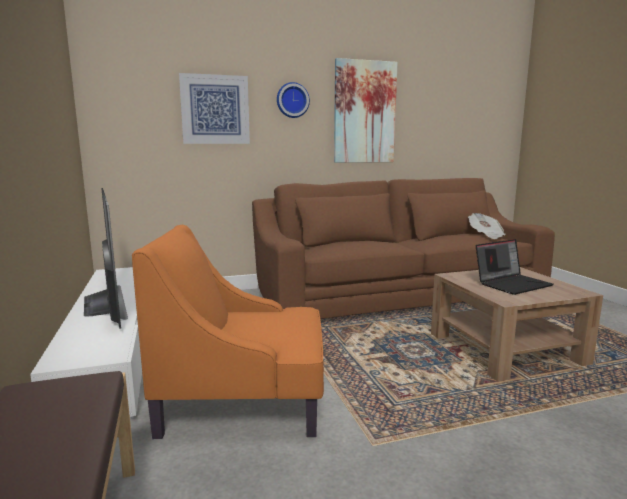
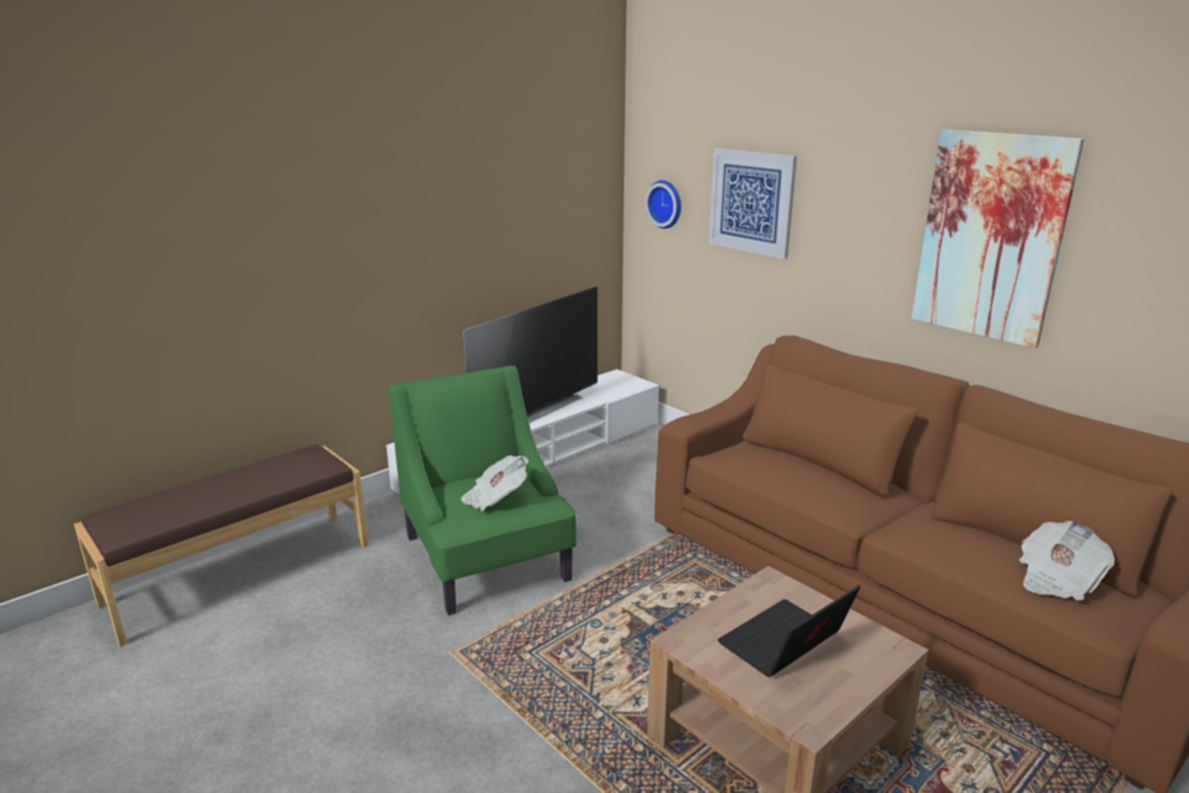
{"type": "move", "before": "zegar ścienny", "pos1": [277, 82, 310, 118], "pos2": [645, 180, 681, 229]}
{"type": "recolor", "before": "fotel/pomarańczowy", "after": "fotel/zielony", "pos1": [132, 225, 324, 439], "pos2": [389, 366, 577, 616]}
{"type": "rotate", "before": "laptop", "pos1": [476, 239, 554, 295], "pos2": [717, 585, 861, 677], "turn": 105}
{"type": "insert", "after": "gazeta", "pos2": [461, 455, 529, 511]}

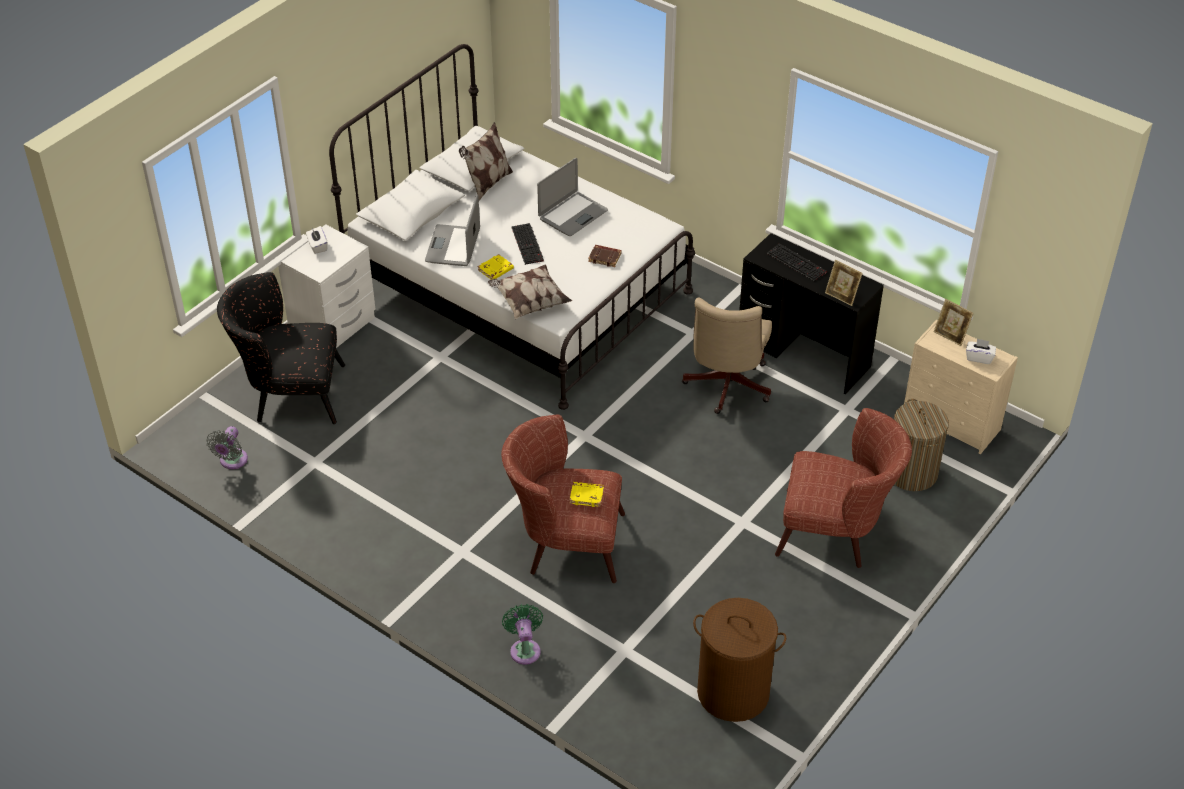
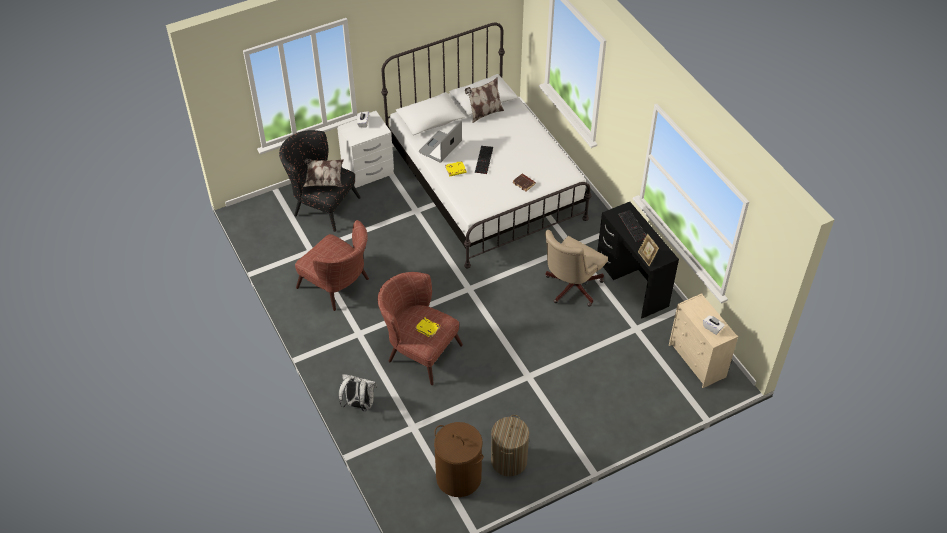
{"type": "delete", "before": "laptop", "pos1": [537, 158, 608, 236]}
{"type": "move", "before": "poduszka", "pos1": [488, 265, 572, 319], "pos2": [303, 159, 344, 187]}
{"type": "delete", "before": "ramka na zdjęcie", "pos1": [934, 299, 974, 346]}
{"type": "move", "before": "kosz na pranie", "pos1": [894, 399, 949, 491], "pos2": [491, 415, 529, 476]}
{"type": "move", "before": "fotel/brązowy", "pos1": [775, 408, 912, 568], "pos2": [295, 220, 369, 311]}
{"type": "delete", "before": "wentylator/szary", "pos1": [206, 426, 248, 469]}
{"type": "replace", "before": "wentylator/zielony", "after": "plecak/biały", "pos1": [502, 604, 543, 665], "pos2": [339, 374, 377, 411]}

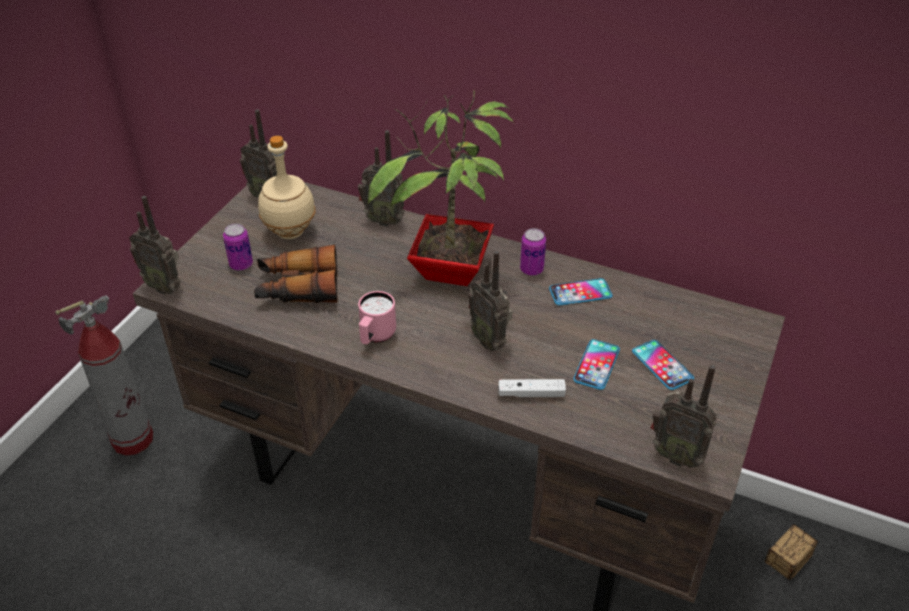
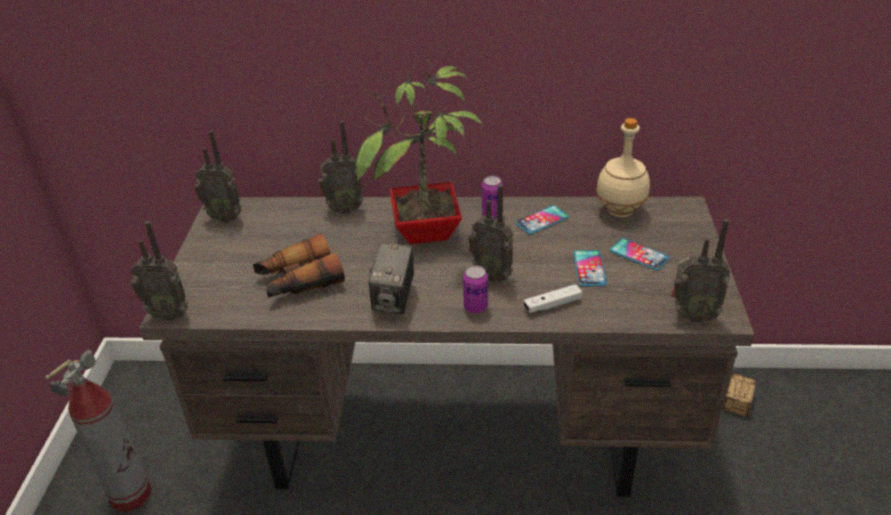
{"type": "move", "before": "butelka/beżowy", "pos1": [258, 136, 316, 239], "pos2": [596, 118, 650, 217]}
{"type": "move", "before": "puszka", "pos1": [223, 223, 253, 271], "pos2": [463, 265, 488, 314]}
{"type": "replace", "before": "kubek/różowy", "after": "aparat fotograficzny", "pos1": [358, 291, 396, 344], "pos2": [368, 242, 414, 314]}

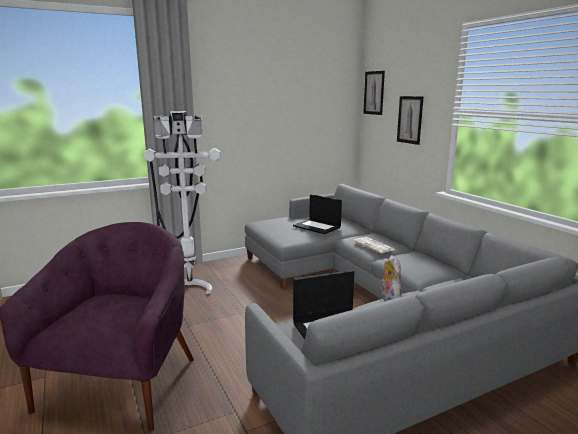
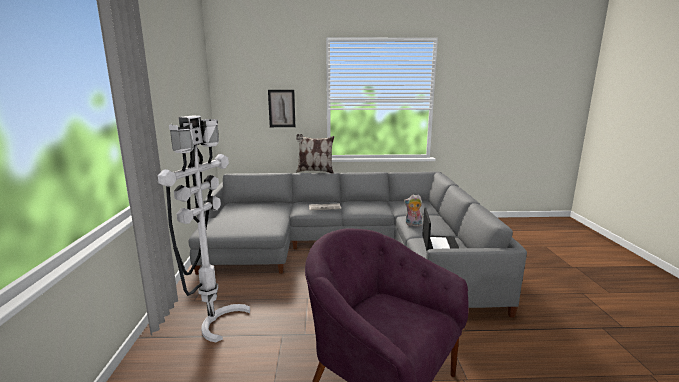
{"type": "delete", "before": "obraz", "pos1": [363, 71, 385, 115]}
{"type": "delete", "before": "laptop", "pos1": [293, 194, 342, 234]}
{"type": "insert", "after": "poduszka", "pos2": [296, 134, 334, 174]}

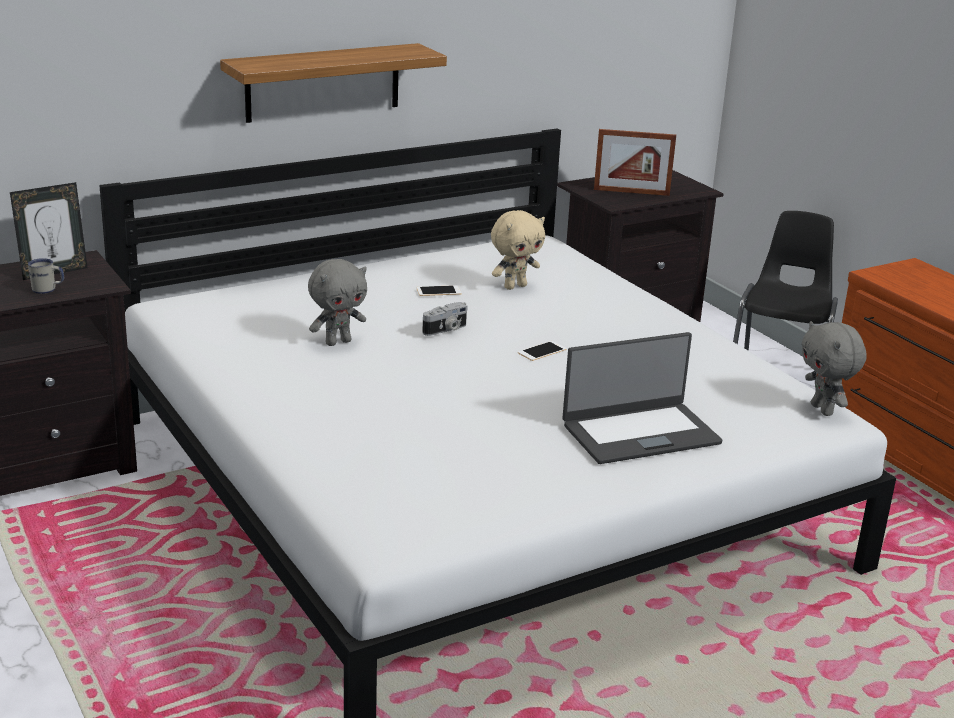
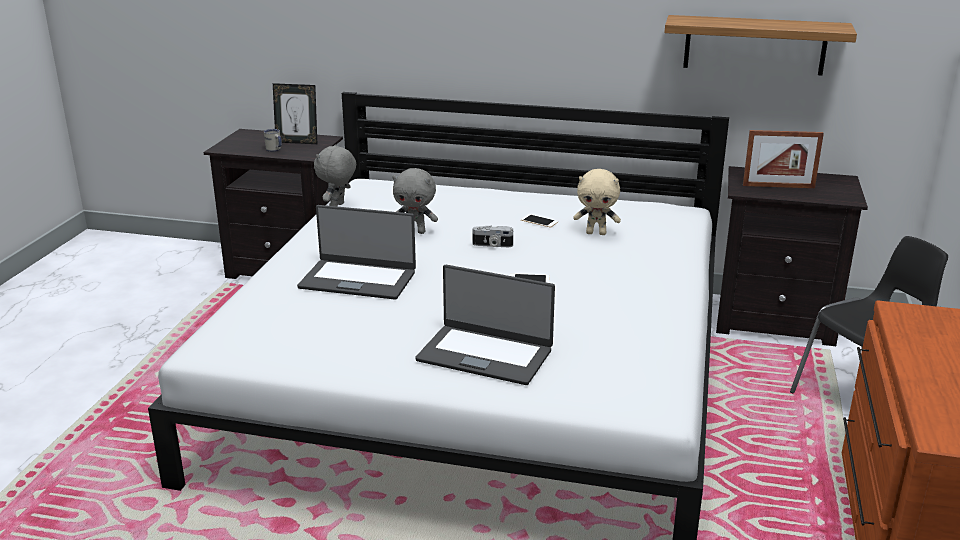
{"type": "move", "before": "półka", "pos1": [220, 43, 447, 123], "pos2": [664, 15, 857, 76]}
{"type": "rotate", "before": "ramka na zdjęcie", "pos1": [594, 129, 676, 196], "pos2": [743, 130, 824, 188], "turn": -45}
{"type": "move", "before": "pluszak/szary", "pos1": [801, 321, 867, 416], "pos2": [314, 144, 356, 207]}
{"type": "insert", "after": "laptop", "pos2": [297, 205, 416, 299]}

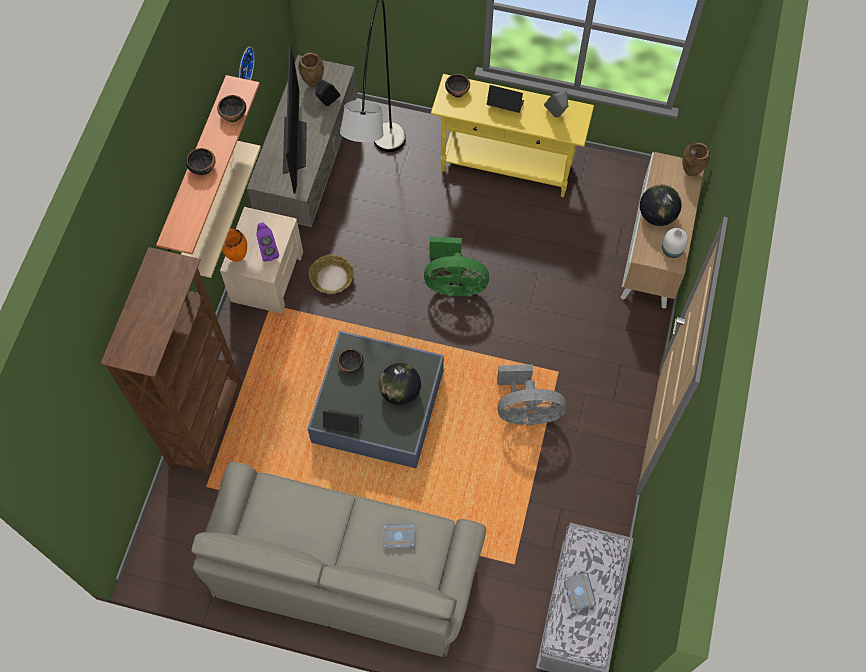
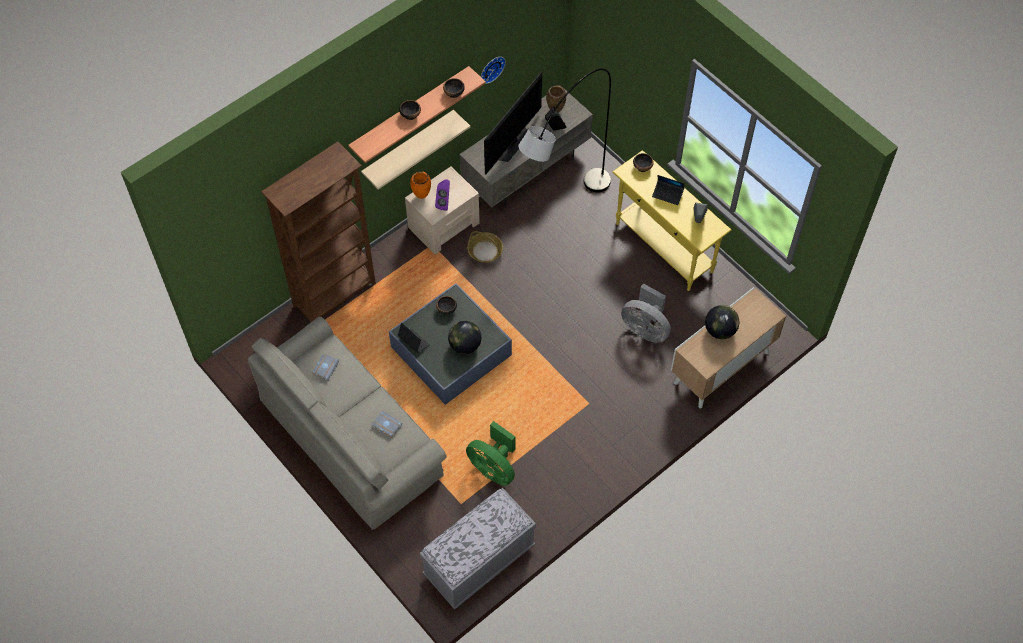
{"type": "rotate", "before": "laptop", "pos1": [487, 85, 524, 113], "pos2": [652, 175, 684, 205], "turn": 150}
{"type": "delete", "before": "wazon/brązowy", "pos1": [682, 142, 710, 176]}
{"type": "delete", "before": "wazon/biały", "pos1": [662, 228, 688, 258]}
{"type": "move", "before": "wentylator/zielony", "pos1": [424, 236, 489, 296], "pos2": [466, 421, 515, 486]}
{"type": "move", "before": "wentylator/szary", "pos1": [497, 365, 567, 426], "pos2": [621, 284, 671, 343]}
{"type": "move", "before": "książka/szary", "pos1": [564, 573, 596, 610], "pos2": [312, 354, 339, 381]}

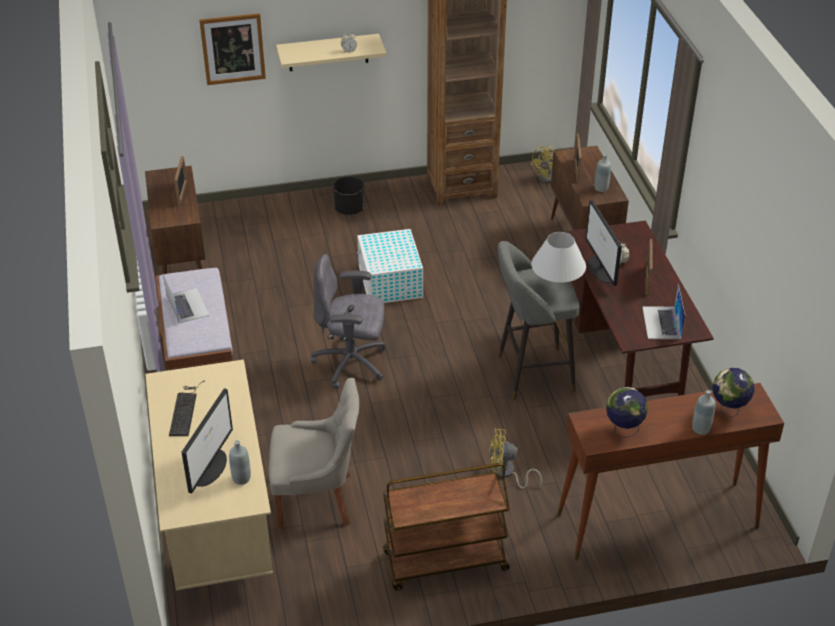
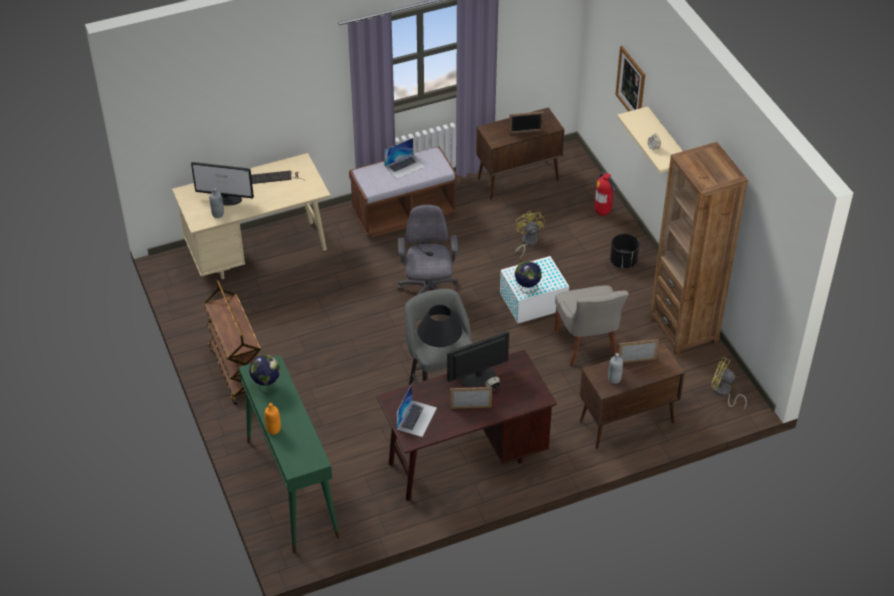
{"type": "recolor", "before": "lampa stołowa/biały", "after": "lampa stołowa/czarny", "pos1": [531, 232, 586, 288], "pos2": [417, 305, 462, 347]}
{"type": "rotate", "before": "laptop", "pos1": [642, 284, 685, 339], "pos2": [396, 384, 437, 437], "turn": 120}
{"type": "move", "before": "globus", "pos1": [712, 368, 755, 417], "pos2": [515, 261, 542, 294]}
{"type": "move", "before": "krzesło/szary", "pos1": [269, 378, 359, 530], "pos2": [555, 285, 629, 367]}
{"type": "recolor", "before": "stolik konsolowy/brązowy", "after": "stolik konsolowy/zielony", "pos1": [557, 383, 784, 561], "pos2": [239, 355, 340, 553]}
{"type": "recolor", "before": "butelka/szary", "after": "butelka/pomarańczowy", "pos1": [692, 390, 716, 435], "pos2": [265, 403, 281, 435]}
{"type": "move", "before": "wentylator/żółty", "pos1": [489, 429, 542, 489], "pos2": [515, 210, 545, 260]}
{"type": "insert", "after": "gaśnica", "pos2": [594, 172, 617, 216]}

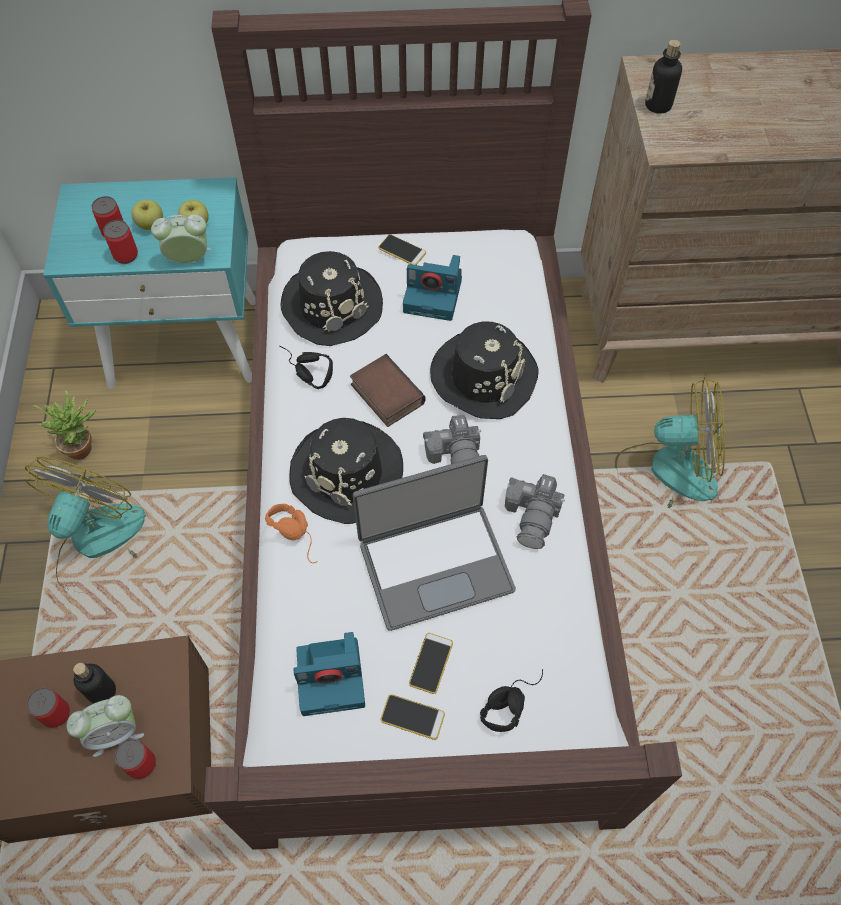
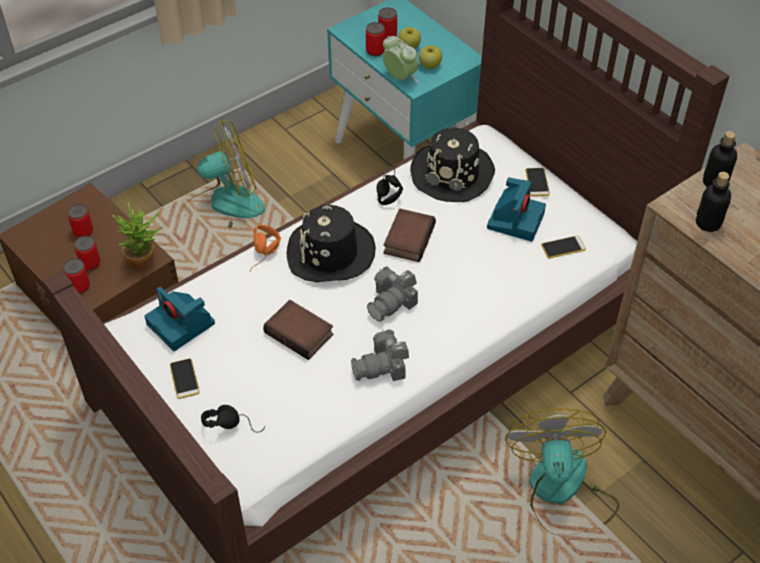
{"type": "rotate", "before": "aparat fotograficzny", "pos1": [403, 255, 462, 321], "pos2": [487, 177, 546, 242], "turn": -135}
{"type": "delete", "before": "kapelusz/czarny", "pos1": [430, 321, 539, 419]}
{"type": "rotate", "before": "wentylator", "pos1": [615, 377, 725, 508], "pos2": [505, 409, 620, 535], "turn": -150}
{"type": "move", "before": "roślina doniczkowa", "pos1": [34, 390, 96, 460], "pos2": [112, 202, 163, 269]}
{"type": "replace", "before": "laptop", "after": "książka", "pos1": [353, 455, 516, 631], "pos2": [263, 300, 333, 360]}
{"type": "move", "before": "telefon", "pos1": [409, 633, 453, 694], "pos2": [541, 236, 586, 258]}
{"type": "move", "before": "butelka", "pos1": [73, 663, 116, 704], "pos2": [696, 172, 731, 232]}
{"type": "replace", "before": "budzik", "after": "puszka", "pos1": [67, 695, 144, 757], "pos2": [74, 236, 100, 271]}

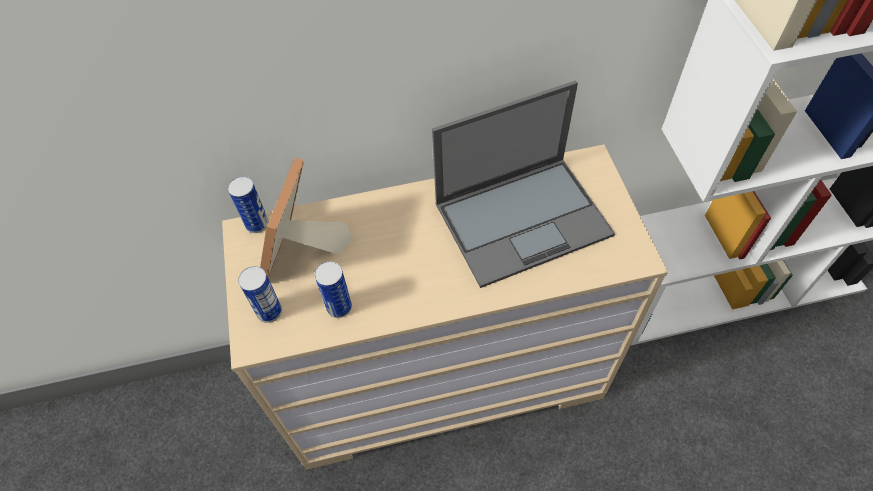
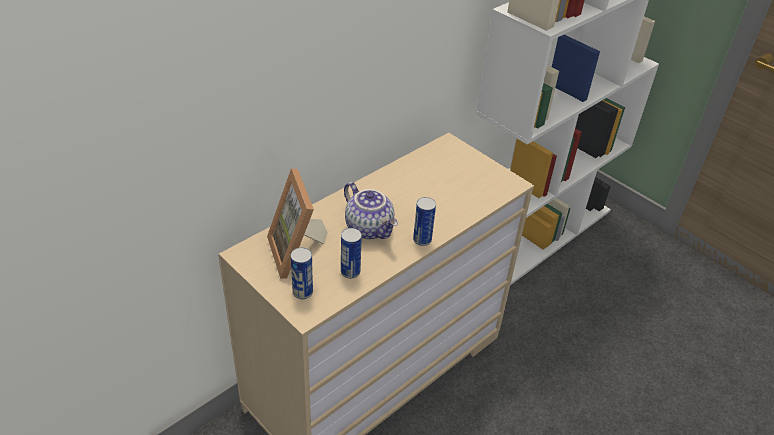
{"type": "delete", "before": "laptop", "pos1": [432, 80, 615, 288]}
{"type": "move", "before": "puszka", "pos1": [228, 176, 269, 233], "pos2": [413, 197, 436, 246]}
{"type": "insert", "after": "imbryk", "pos2": [344, 182, 398, 239]}

